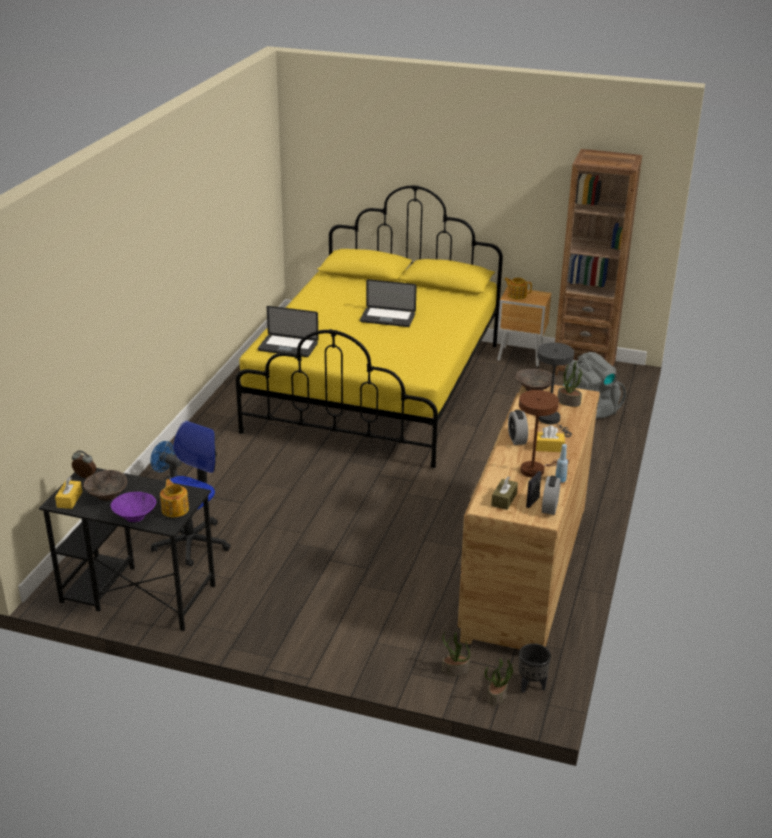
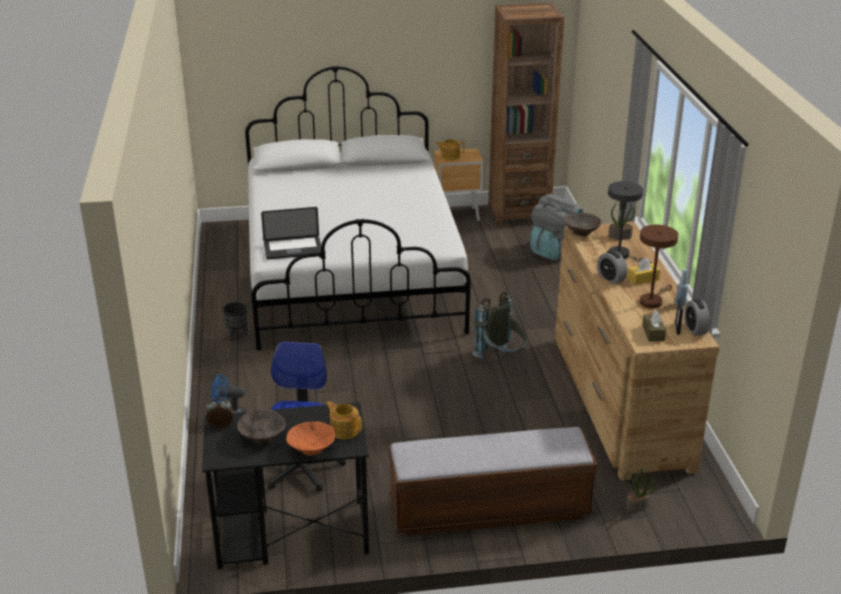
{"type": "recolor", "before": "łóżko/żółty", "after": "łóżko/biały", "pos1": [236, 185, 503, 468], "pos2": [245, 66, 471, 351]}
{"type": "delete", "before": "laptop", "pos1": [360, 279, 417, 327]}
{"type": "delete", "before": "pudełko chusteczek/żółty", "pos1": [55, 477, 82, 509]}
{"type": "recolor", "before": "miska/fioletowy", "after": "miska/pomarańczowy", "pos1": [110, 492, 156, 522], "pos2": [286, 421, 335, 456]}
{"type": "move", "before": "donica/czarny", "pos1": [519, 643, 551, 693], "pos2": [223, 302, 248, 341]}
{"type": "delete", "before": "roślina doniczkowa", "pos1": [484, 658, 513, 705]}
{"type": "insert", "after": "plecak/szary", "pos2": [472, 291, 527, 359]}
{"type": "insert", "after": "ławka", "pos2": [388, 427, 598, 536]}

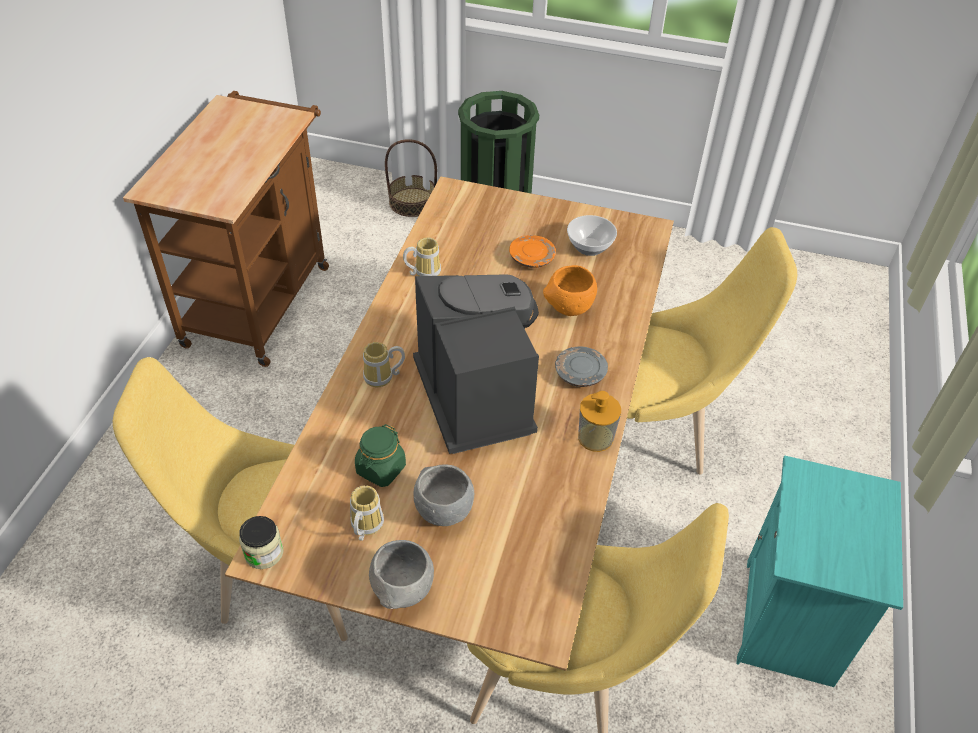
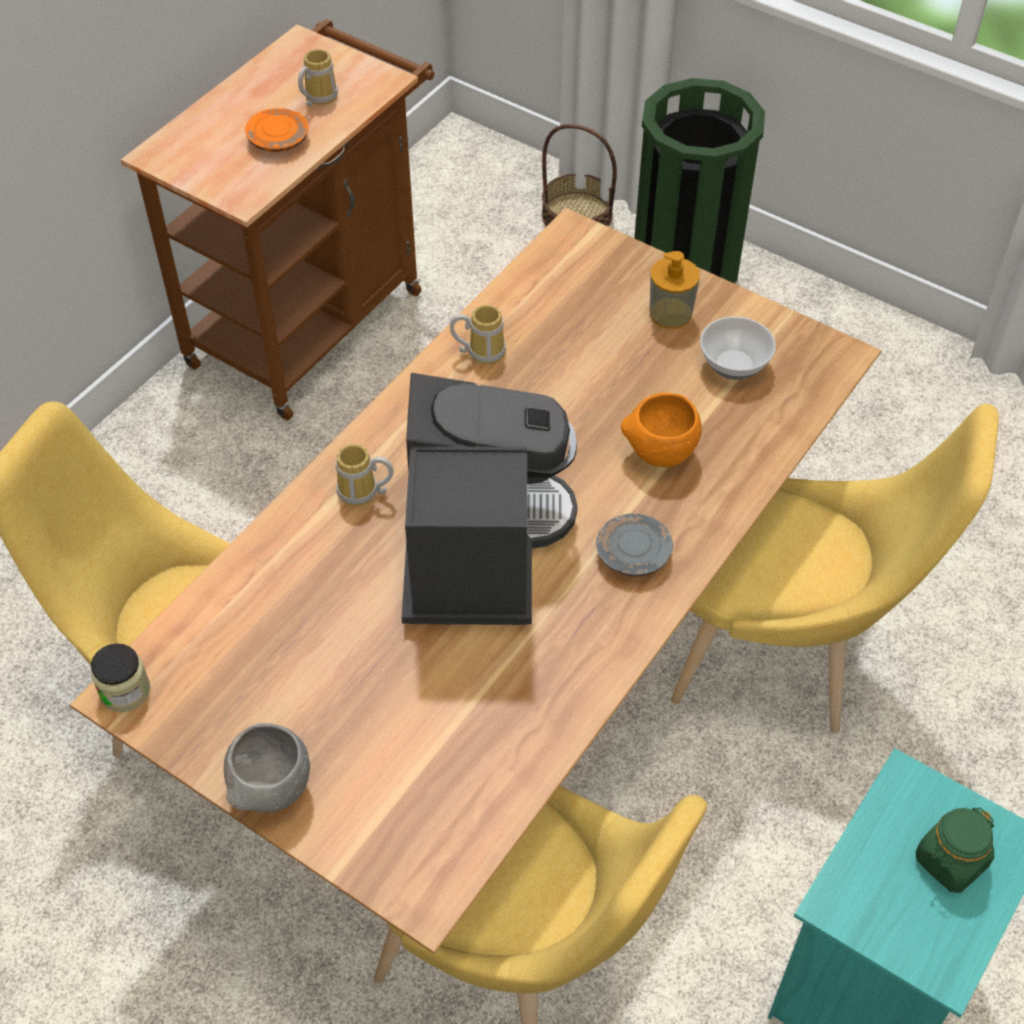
{"type": "move", "before": "talerz/pomarańczowy", "pos1": [509, 235, 556, 268], "pos2": [245, 108, 309, 152]}
{"type": "move", "before": "dozownik mydła", "pos1": [578, 391, 621, 452], "pos2": [650, 251, 700, 329]}
{"type": "move", "before": "słoik/zielony", "pos1": [355, 424, 406, 487], "pos2": [916, 808, 994, 893]}
{"type": "delete", "before": "miska/szary", "pos1": [413, 464, 474, 526]}
{"type": "move", "before": "kubek", "pos1": [350, 485, 384, 541], "pos2": [298, 49, 338, 106]}

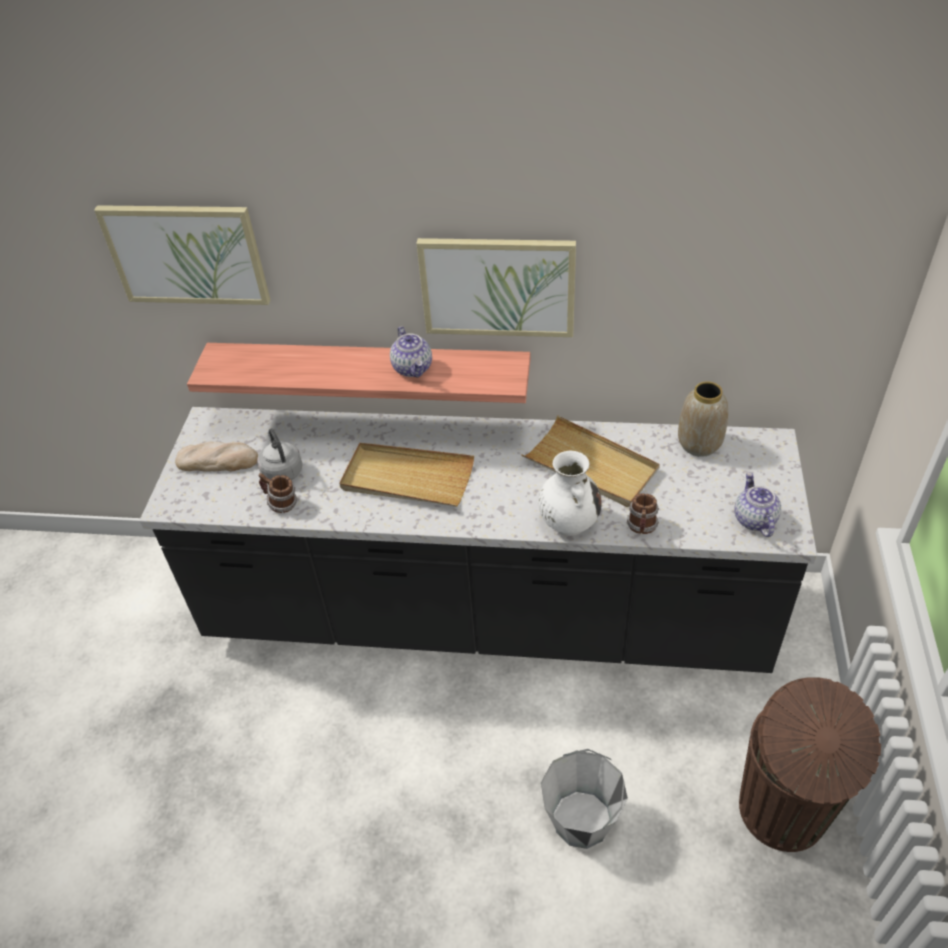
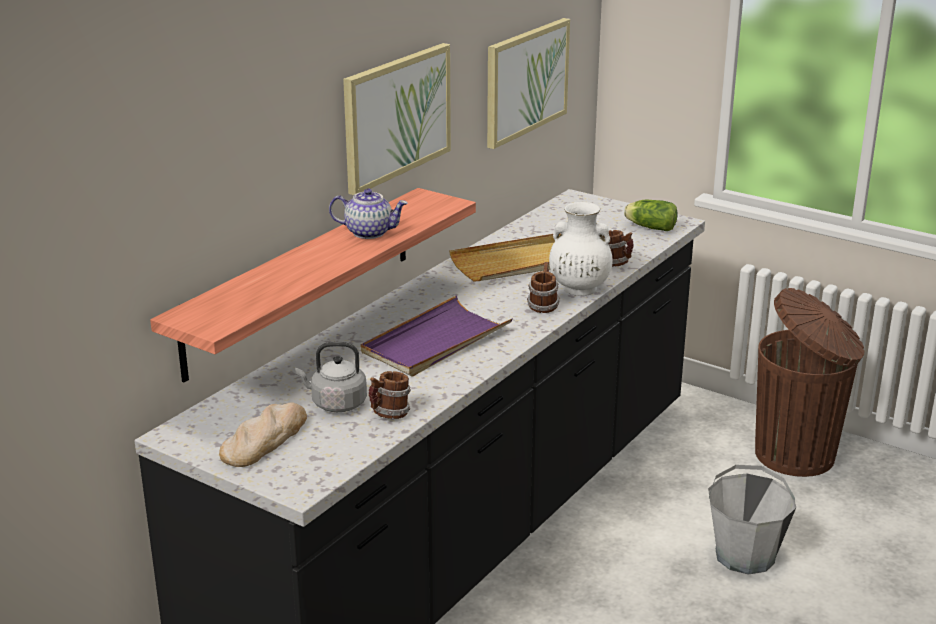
{"type": "move", "before": "obraz", "pos1": [94, 205, 271, 305], "pos2": [487, 18, 570, 149]}
{"type": "delete", "before": "wazon", "pos1": [678, 381, 728, 457]}
{"type": "recolor", "before": "taca/beżowy", "after": "taca/fioletowy", "pos1": [339, 443, 474, 507], "pos2": [361, 296, 512, 376]}
{"type": "replace", "before": "imbryk", "after": "sałata", "pos1": [735, 472, 781, 537], "pos2": [624, 200, 678, 231]}
{"type": "insert", "after": "kubek", "pos2": [527, 262, 560, 313]}

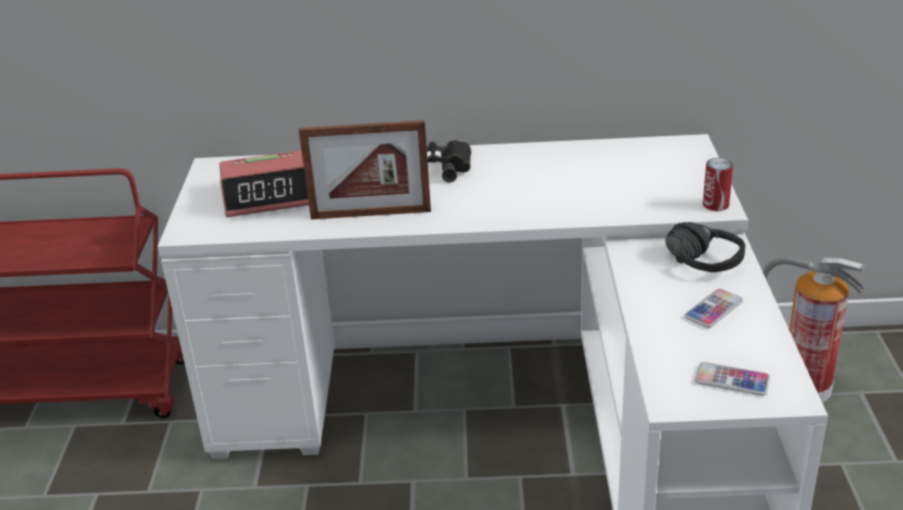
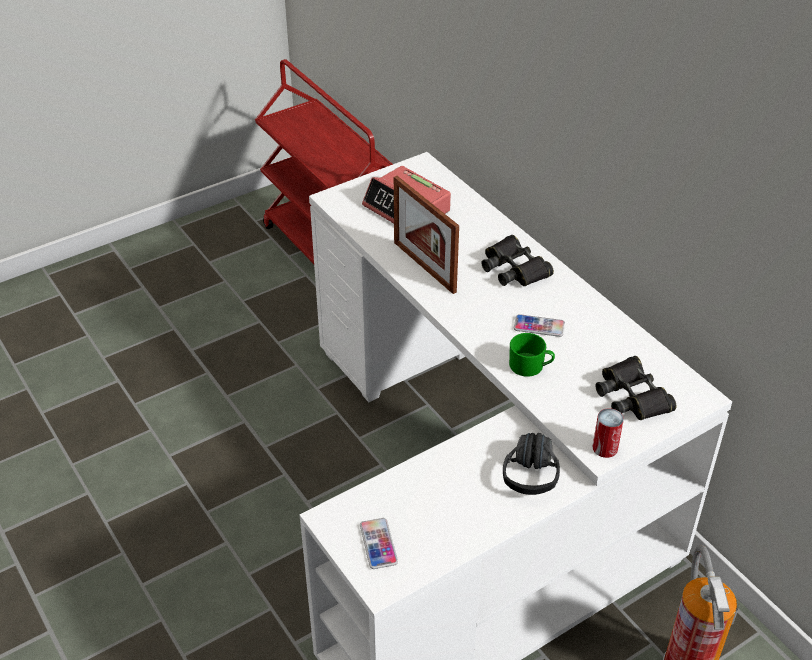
{"type": "move", "before": "telefon", "pos1": [684, 289, 743, 328], "pos2": [514, 314, 565, 337]}
{"type": "insert", "after": "kubek/zielony", "pos2": [509, 333, 555, 377]}
{"type": "insert", "after": "lornetka/czarny", "pos2": [595, 356, 677, 420]}

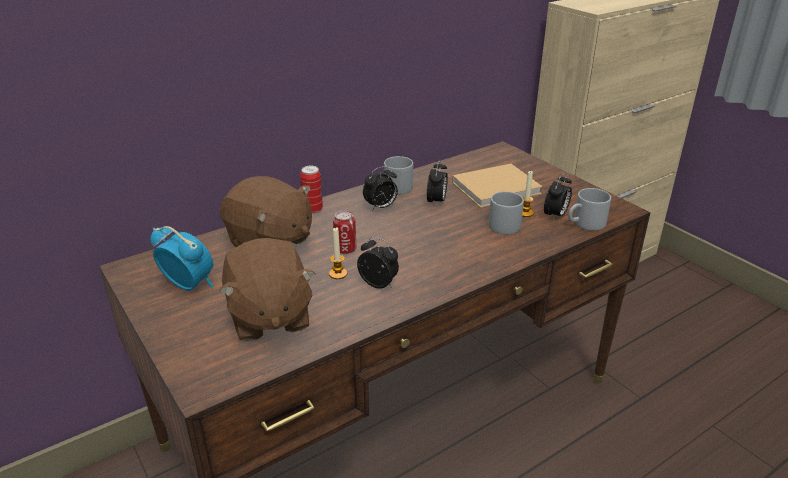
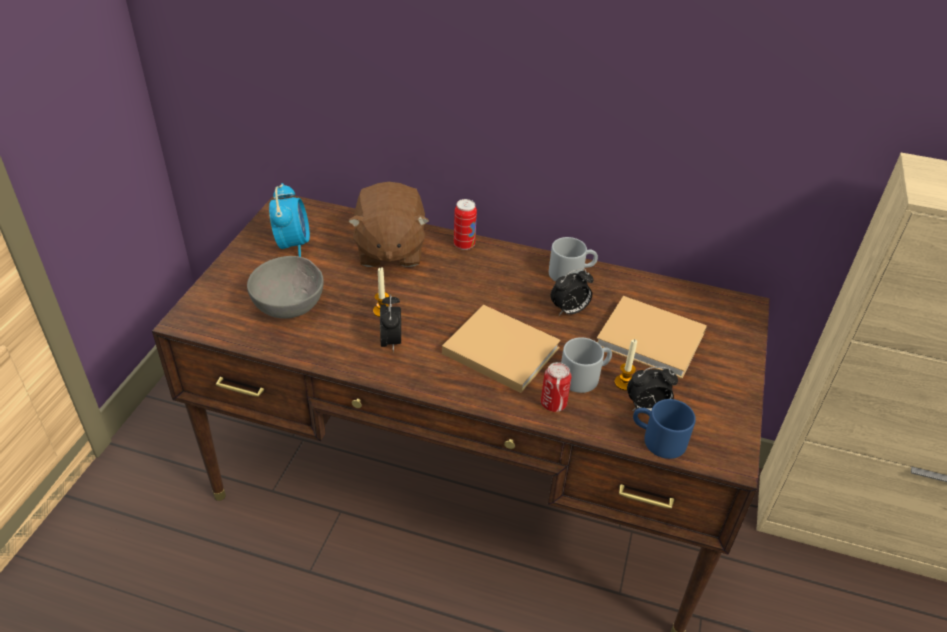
{"type": "delete", "before": "budzik", "pos1": [363, 166, 398, 211]}
{"type": "recolor", "before": "kubek/szary", "after": "kubek/niebieski", "pos1": [568, 188, 611, 231], "pos2": [633, 399, 696, 459]}
{"type": "move", "before": "puszka", "pos1": [333, 211, 356, 254], "pos2": [541, 362, 571, 412]}
{"type": "replace", "before": "pluszak/brązowy", "after": "miska/szary", "pos1": [219, 238, 315, 341], "pos2": [247, 256, 324, 318]}
{"type": "insert", "after": "książka/beżowy", "pos2": [442, 305, 561, 393]}

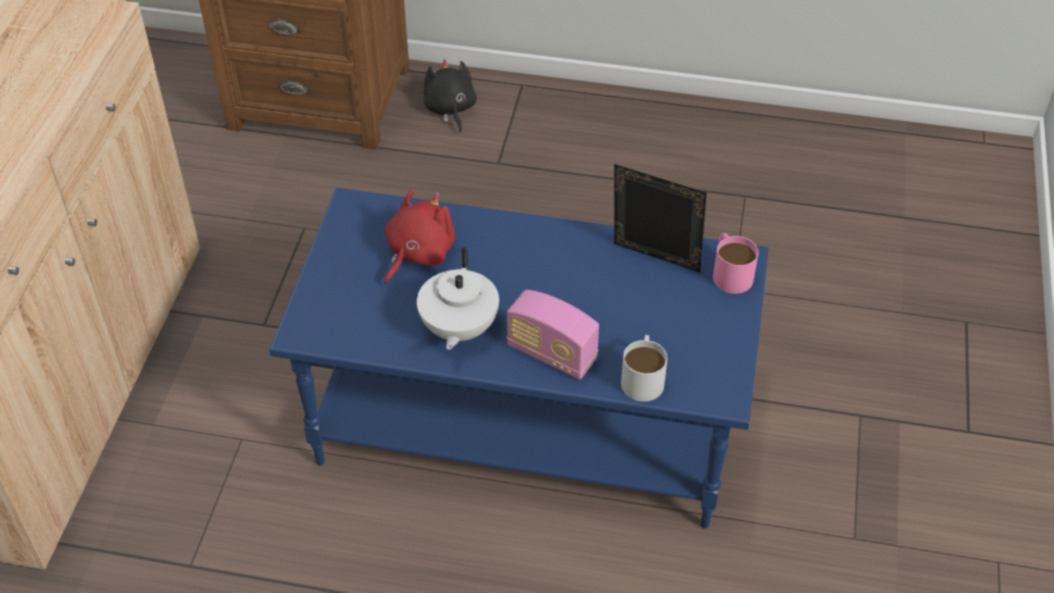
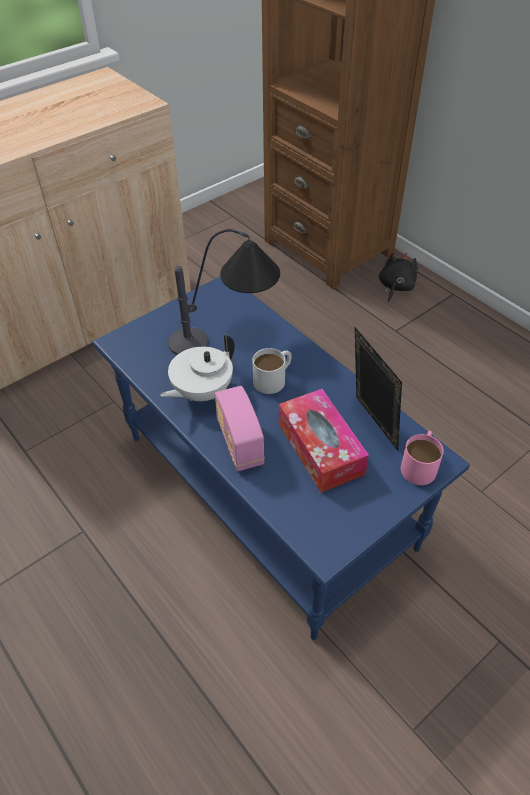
{"type": "replace", "before": "pluszak/czerwony", "after": "lampa stołowa", "pos1": [385, 189, 455, 285], "pos2": [168, 229, 280, 355]}
{"type": "move", "before": "kubek/biały", "pos1": [621, 335, 667, 402], "pos2": [252, 348, 292, 394]}
{"type": "insert", "after": "pudełko chusteczek", "pos2": [279, 389, 369, 493]}

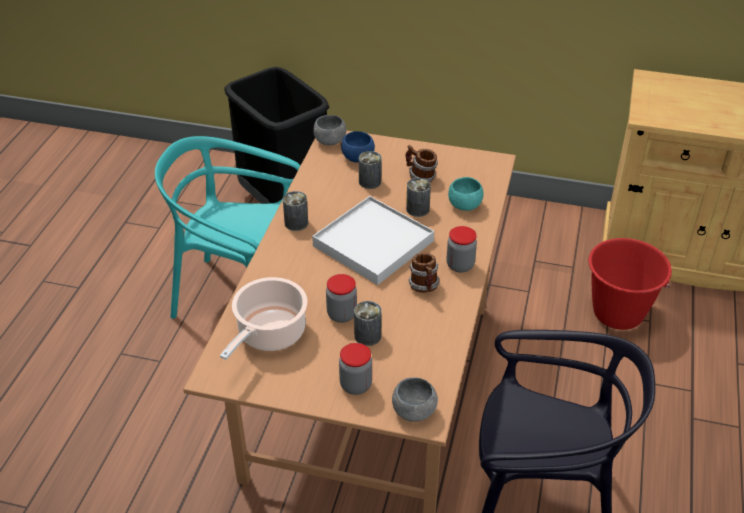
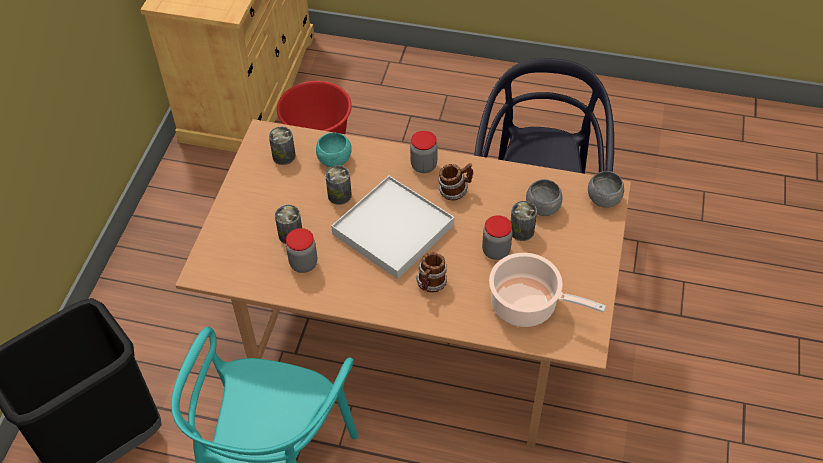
{"type": "move", "before": "miska/szary", "pos1": [313, 115, 347, 145], "pos2": [526, 179, 562, 216]}
{"type": "delete", "before": "miska/niebieski", "pos1": [341, 131, 375, 163]}
{"type": "move", "before": "kubek", "pos1": [406, 145, 438, 183], "pos2": [416, 253, 447, 293]}
{"type": "move", "before": "puszka", "pos1": [283, 191, 308, 231], "pos2": [269, 127, 296, 165]}
{"type": "move", "before": "słoik", "pos1": [339, 343, 372, 395], "pos2": [286, 228, 317, 273]}

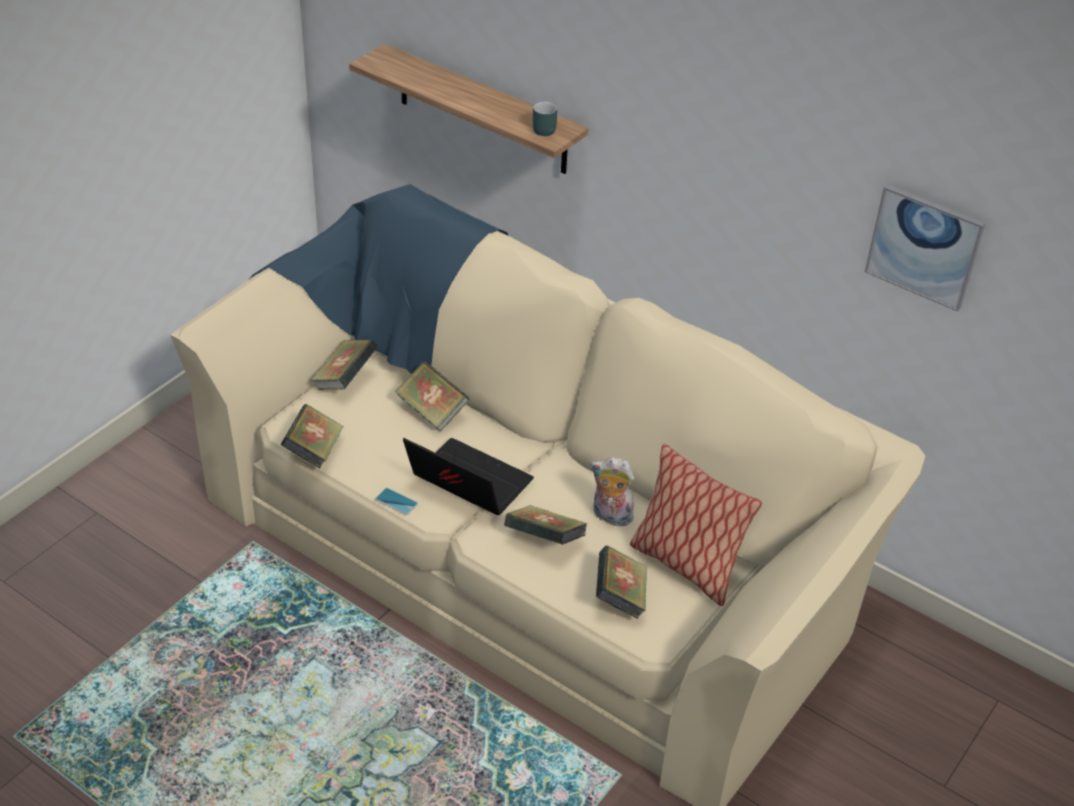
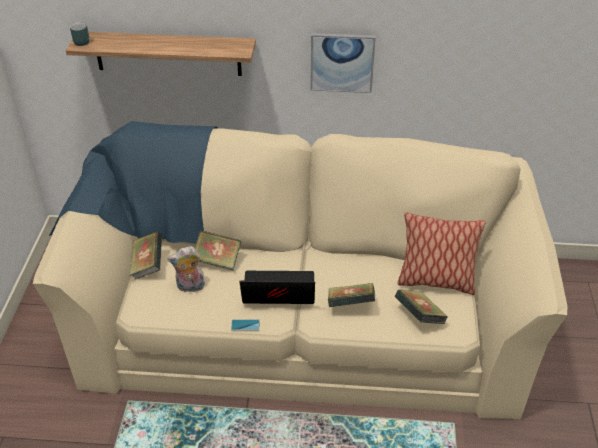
{"type": "move", "before": "kubek/turkusowy", "pos1": [533, 102, 557, 136], "pos2": [70, 22, 89, 46]}
{"type": "move", "before": "obraz", "pos1": [865, 184, 985, 312], "pos2": [310, 33, 376, 93]}
{"type": "delete", "before": "książka", "pos1": [281, 404, 344, 468]}
{"type": "move", "before": "pluszak", "pos1": [590, 457, 634, 526], "pos2": [168, 247, 205, 294]}

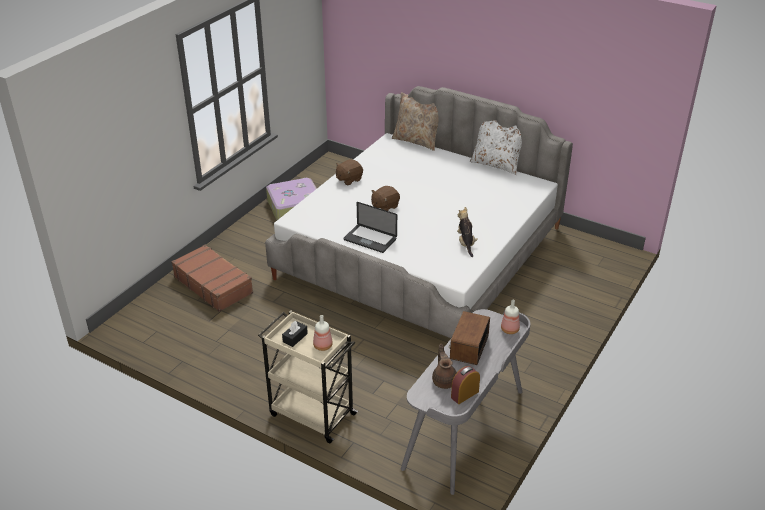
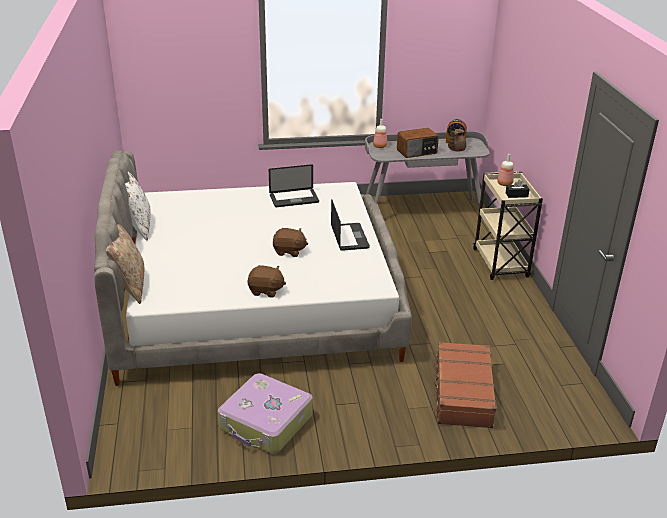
{"type": "replace", "before": "pluszak", "after": "laptop", "pos1": [457, 207, 478, 257], "pos2": [269, 164, 319, 207]}

